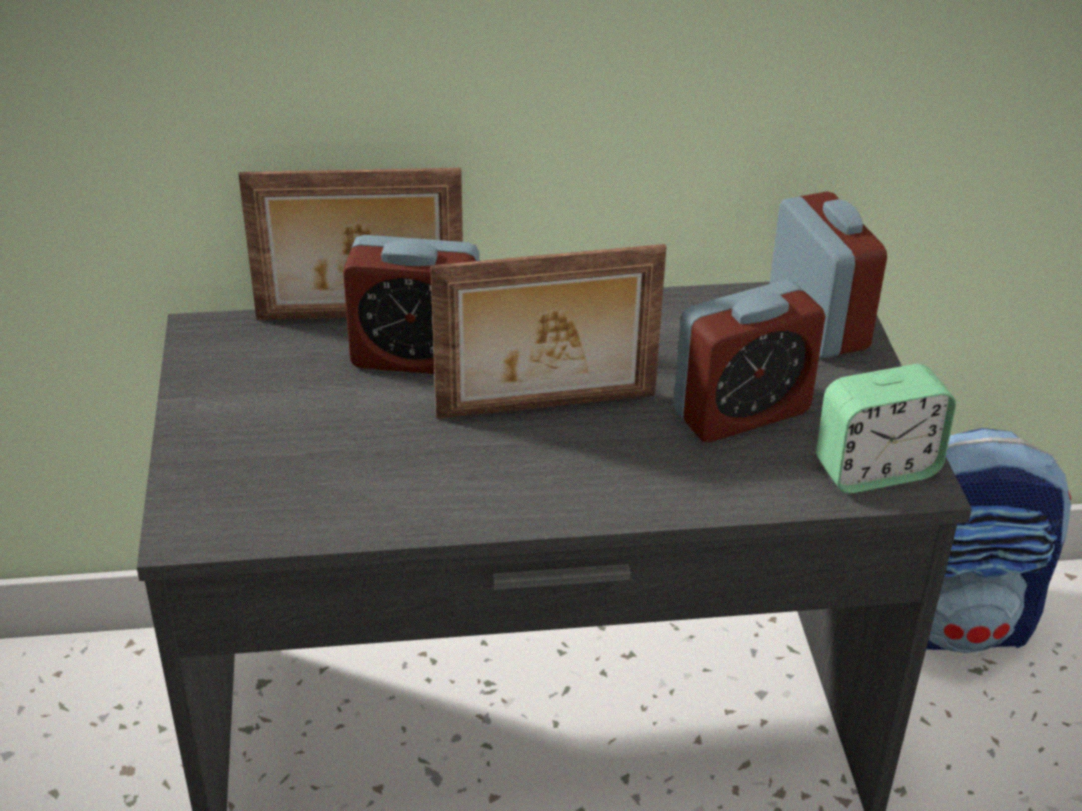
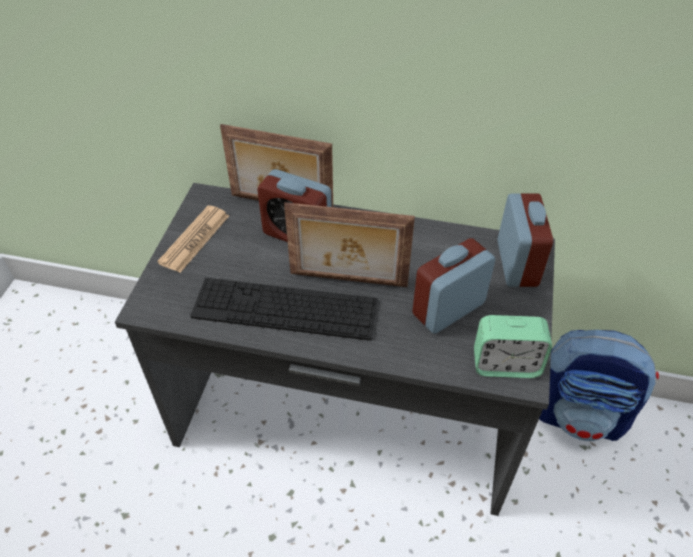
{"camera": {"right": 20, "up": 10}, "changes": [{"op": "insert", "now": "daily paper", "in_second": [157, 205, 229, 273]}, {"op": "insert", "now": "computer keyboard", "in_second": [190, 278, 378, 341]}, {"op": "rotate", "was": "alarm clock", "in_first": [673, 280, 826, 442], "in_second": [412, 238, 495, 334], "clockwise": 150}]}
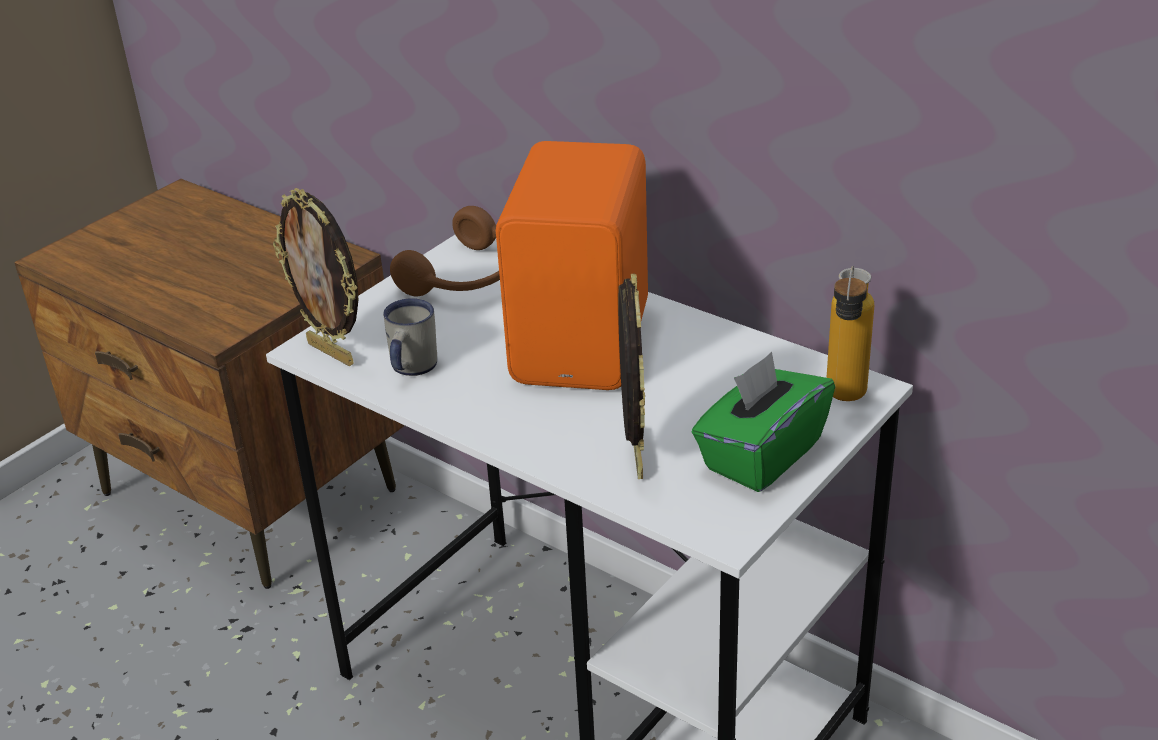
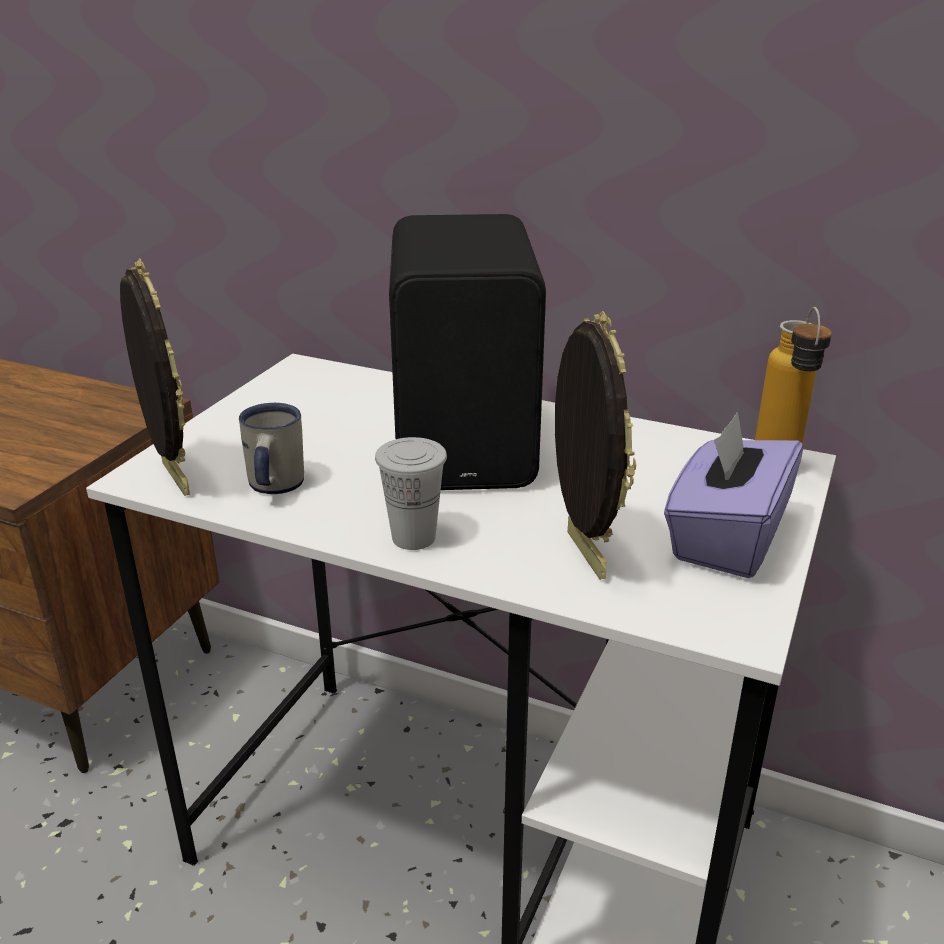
{"camera": {"right": -15, "up": -5}, "changes": [{"op": "rotate", "was": "photo frame", "in_first": [273, 188, 359, 366], "in_second": [120, 258, 190, 496], "clockwise": -150}, {"op": "insert", "now": "white-coloured cup", "in_second": [375, 437, 447, 550]}, {"op": "recolor", "was": "orange audio speaker", "now": "blackish audio speaker", "in_first": [496, 141, 648, 390], "in_second": [389, 214, 546, 490]}, {"op": "recolor", "was": "green box of tissues", "now": "purplish box of tissues", "in_first": [692, 352, 835, 492], "in_second": [664, 411, 803, 578]}, {"op": "delete", "was": "brown headset", "in_first": [390, 206, 500, 296]}]}
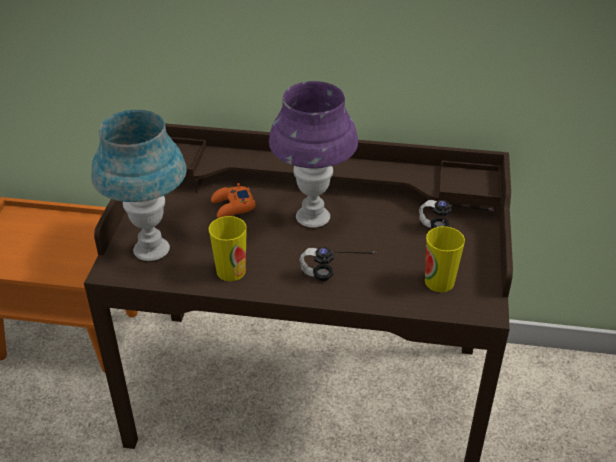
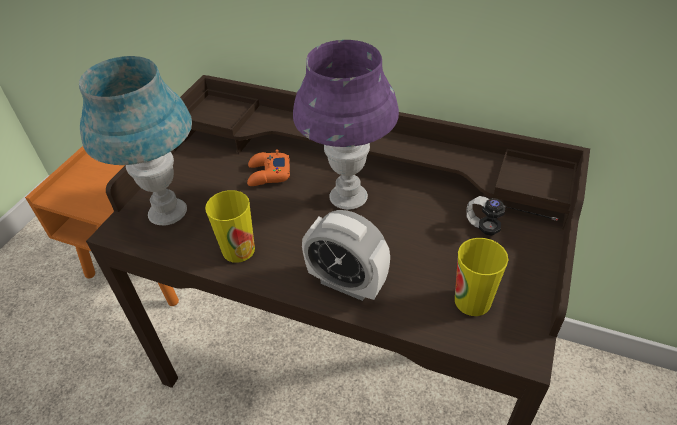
{"camera": {"right": 15, "up": 5}, "changes": [{"op": "replace", "was": "headset", "now": "alarm clock", "in_first": [300, 247, 378, 281], "in_second": [302, 210, 390, 301]}]}
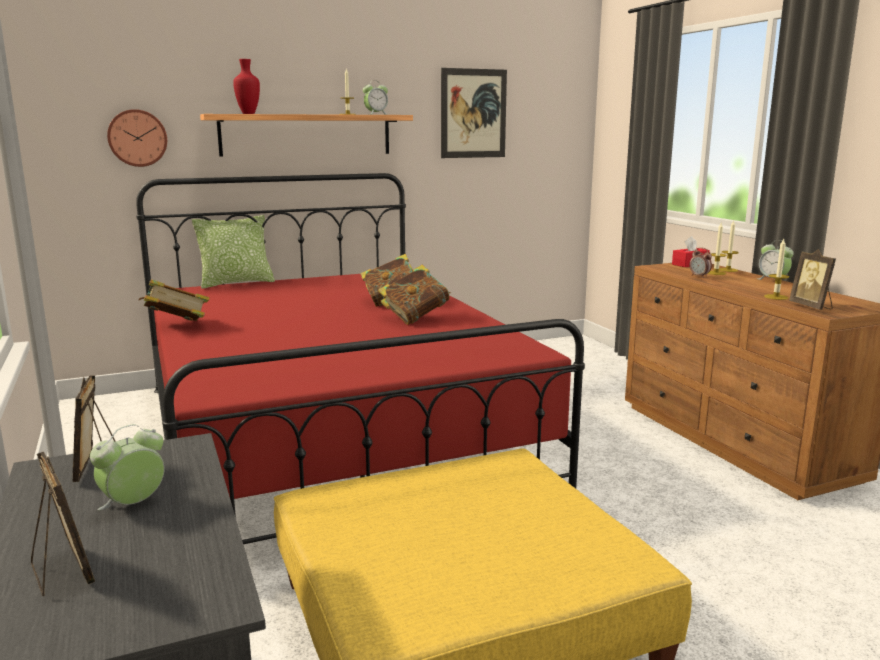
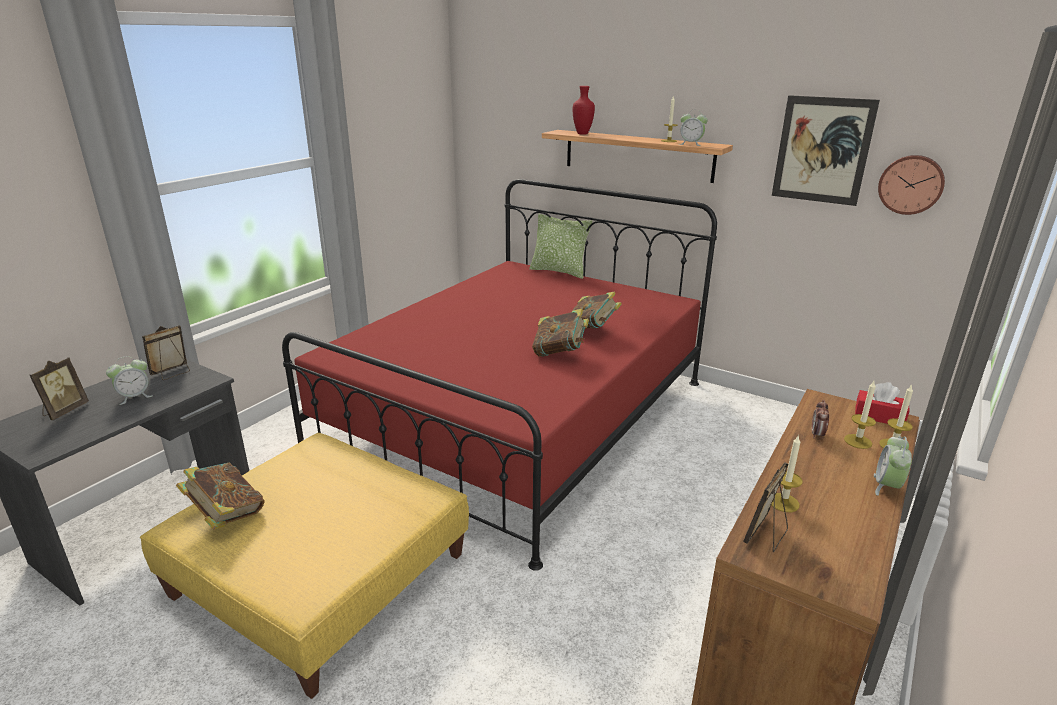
{"camera": {"right": 55, "up": 10}, "changes": [{"op": "rotate", "was": "alarm clock", "in_first": [90, 424, 164, 510], "in_second": [106, 356, 152, 405], "clockwise": 135}, {"op": "move", "was": "volume", "in_first": [139, 279, 210, 321], "in_second": [176, 463, 264, 530]}, {"op": "move", "was": "hanging clock", "in_first": [107, 109, 167, 167], "in_second": [878, 155, 945, 215]}]}
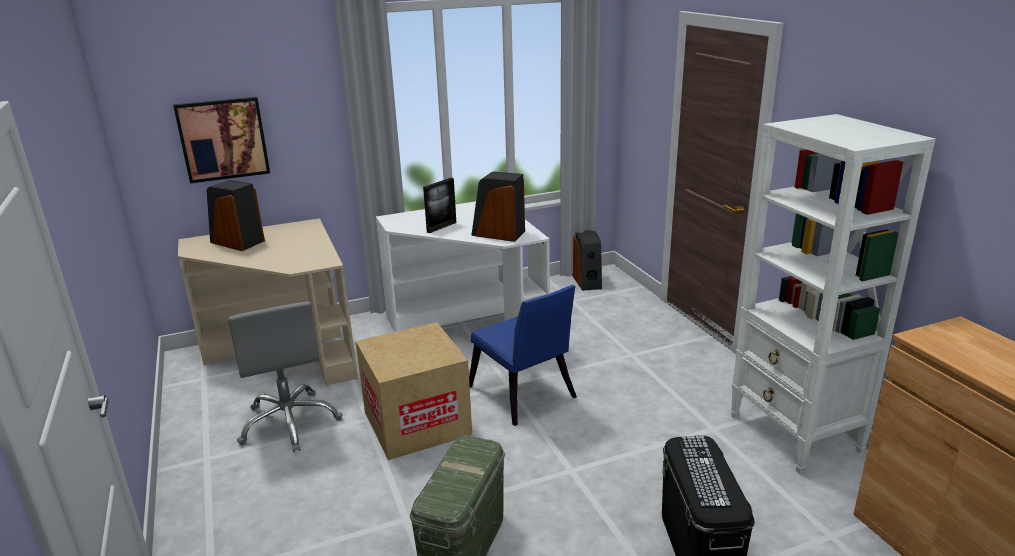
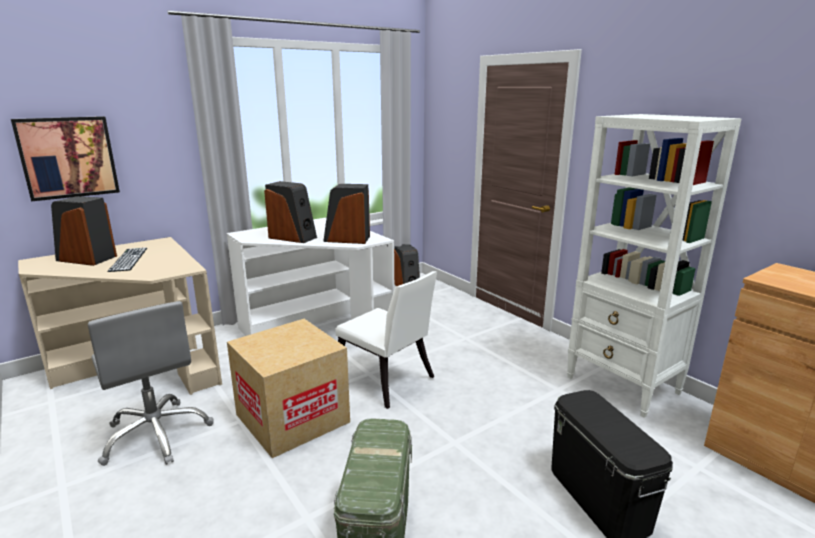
{"camera": {"right": -15, "up": -5}, "changes": [{"op": "move", "was": "computer keyboard", "in_first": [677, 436, 732, 508], "in_second": [107, 247, 147, 272]}, {"op": "replace", "was": "photo frame", "now": "audio speaker", "in_first": [423, 178, 456, 233], "in_second": [264, 181, 317, 243]}, {"op": "recolor", "was": "bluish upright chair", "now": "white-coloured upright chair", "in_first": [469, 285, 577, 426], "in_second": [336, 271, 437, 409]}]}
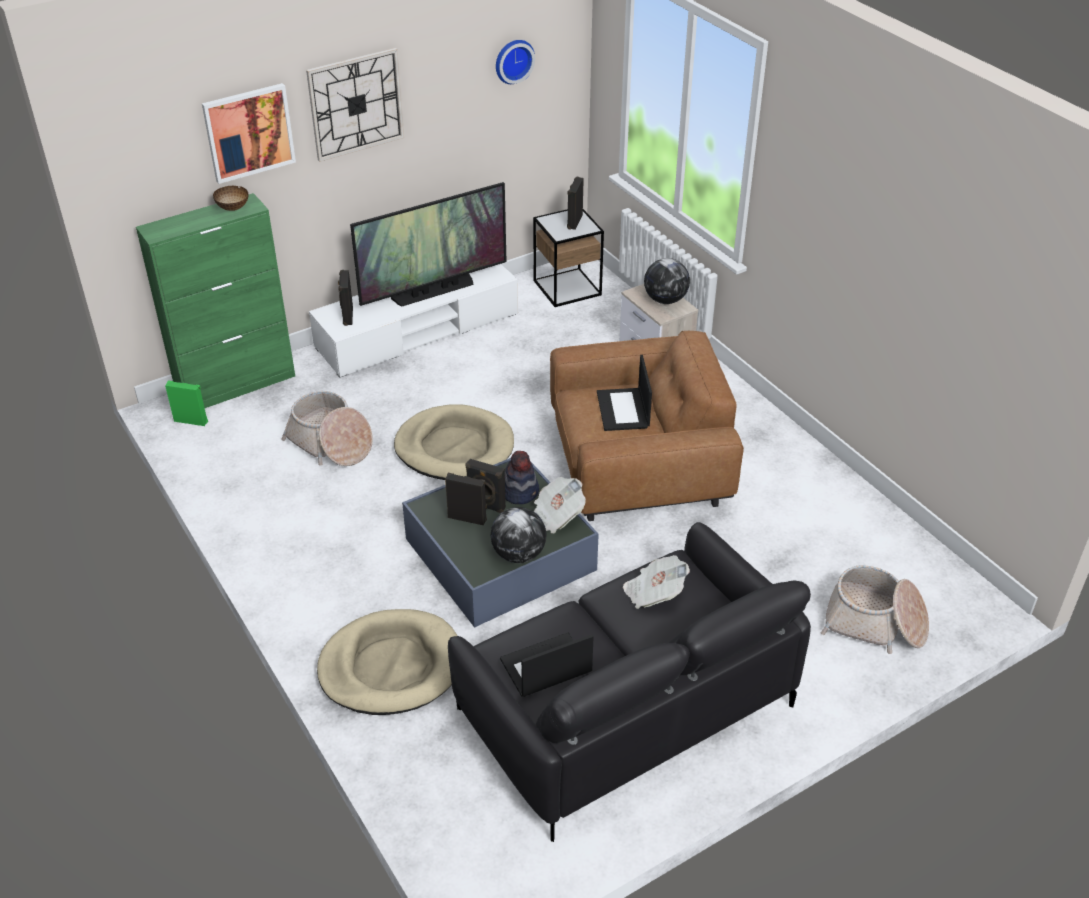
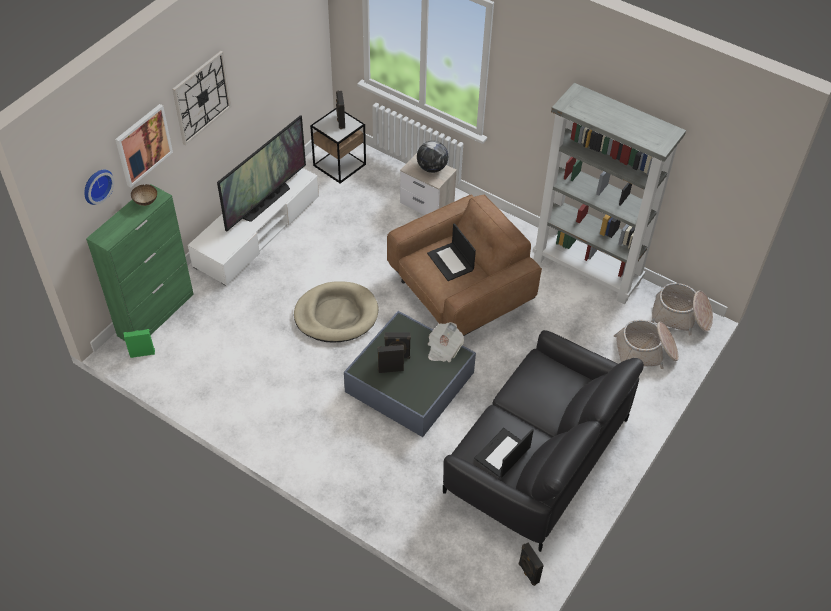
{"camera": {"right": -25, "up": 10}, "changes": [{"op": "move", "was": "hanging clock", "in_first": [496, 40, 535, 84], "in_second": [84, 170, 114, 205]}, {"op": "move", "was": "blackish audio speaker", "in_first": [338, 270, 353, 326], "in_second": [519, 543, 544, 586]}, {"op": "insert", "now": "gray bookshelf", "in_second": [532, 83, 686, 304]}, {"op": "move", "was": "household basket", "in_first": [281, 391, 373, 466], "in_second": [651, 283, 713, 335]}, {"op": "delete", "was": "sand-coloured pet bed", "in_first": [317, 609, 458, 715]}, {"op": "delete", "was": "globe", "in_first": [491, 507, 547, 563]}, {"op": "delete", "was": "hat", "in_first": [505, 451, 539, 504]}, {"op": "delete", "was": "daily paper", "in_first": [623, 555, 690, 609]}]}
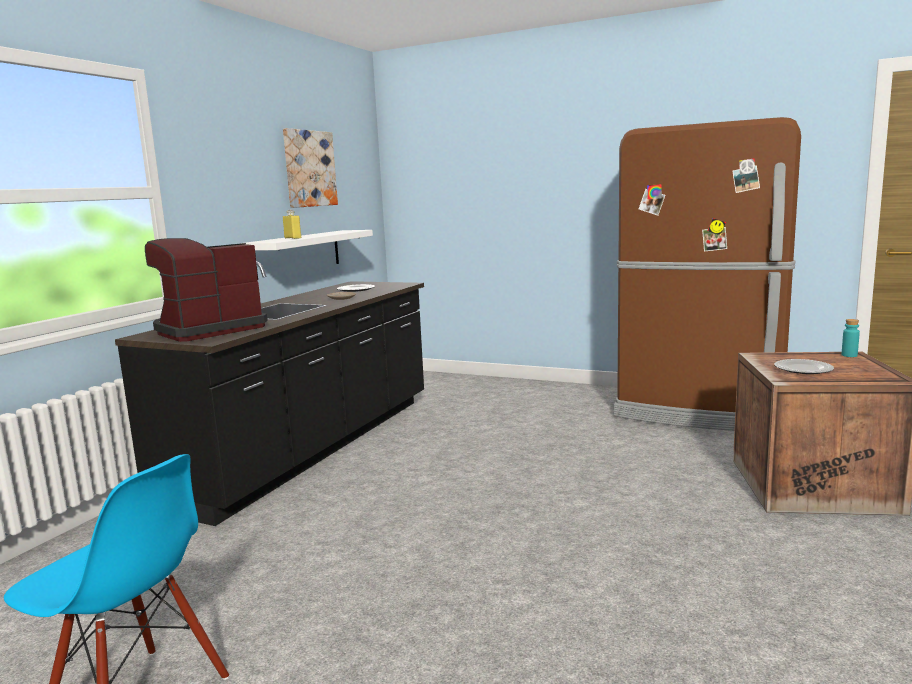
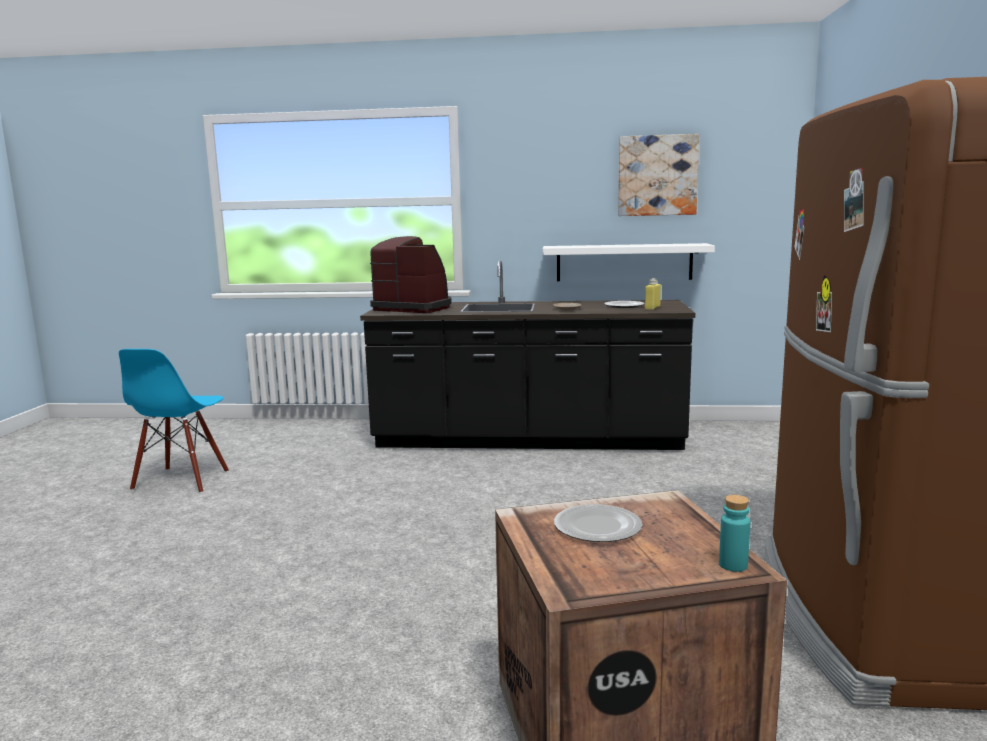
{"camera": {"right": 70, "up": 0}, "changes": [{"op": "move", "was": "yellow-coloured bottle", "in_first": [283, 210, 301, 239], "in_second": [645, 278, 661, 310]}]}
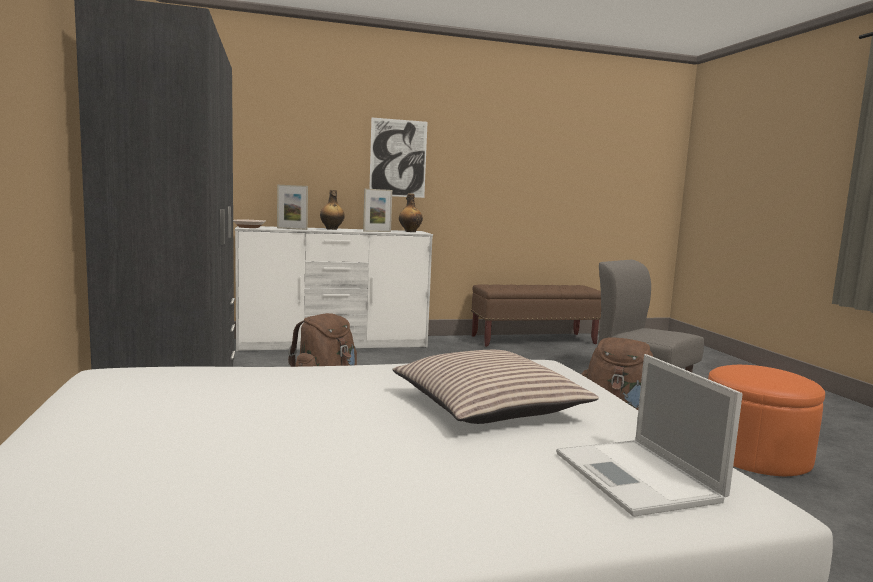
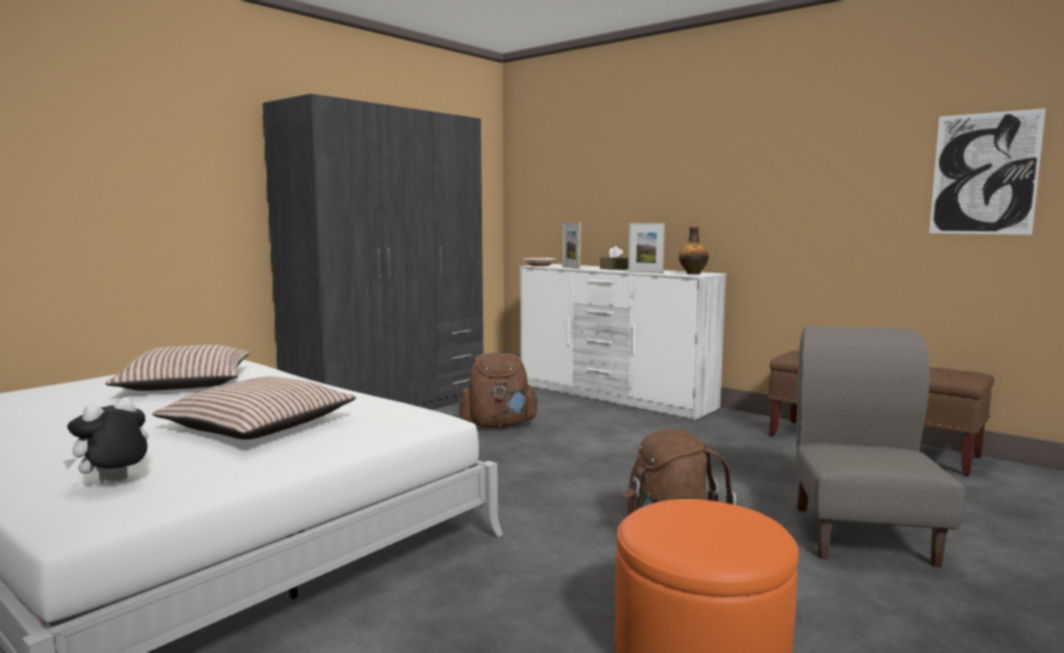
{"camera": {"right": 55, "up": 0}, "changes": [{"op": "replace", "was": "laptop", "now": "soft toy", "in_first": [556, 354, 743, 517], "in_second": [63, 397, 148, 484]}, {"op": "insert", "now": "pillow", "in_second": [105, 345, 250, 391]}, {"op": "replace", "was": "bottle", "now": "brown box of tissues", "in_first": [320, 190, 345, 230], "in_second": [600, 246, 628, 270]}, {"op": "move", "was": "picture", "in_first": [369, 117, 428, 198], "in_second": [929, 108, 1046, 235]}]}
